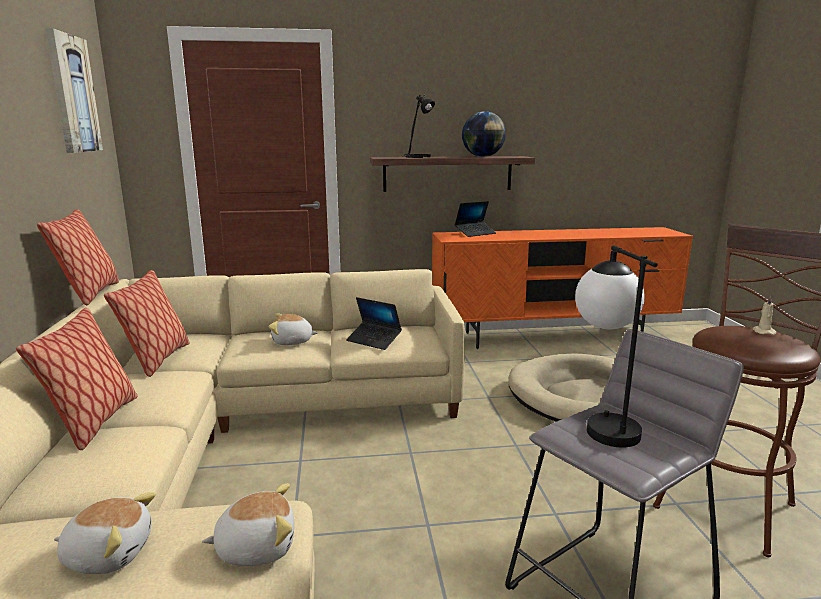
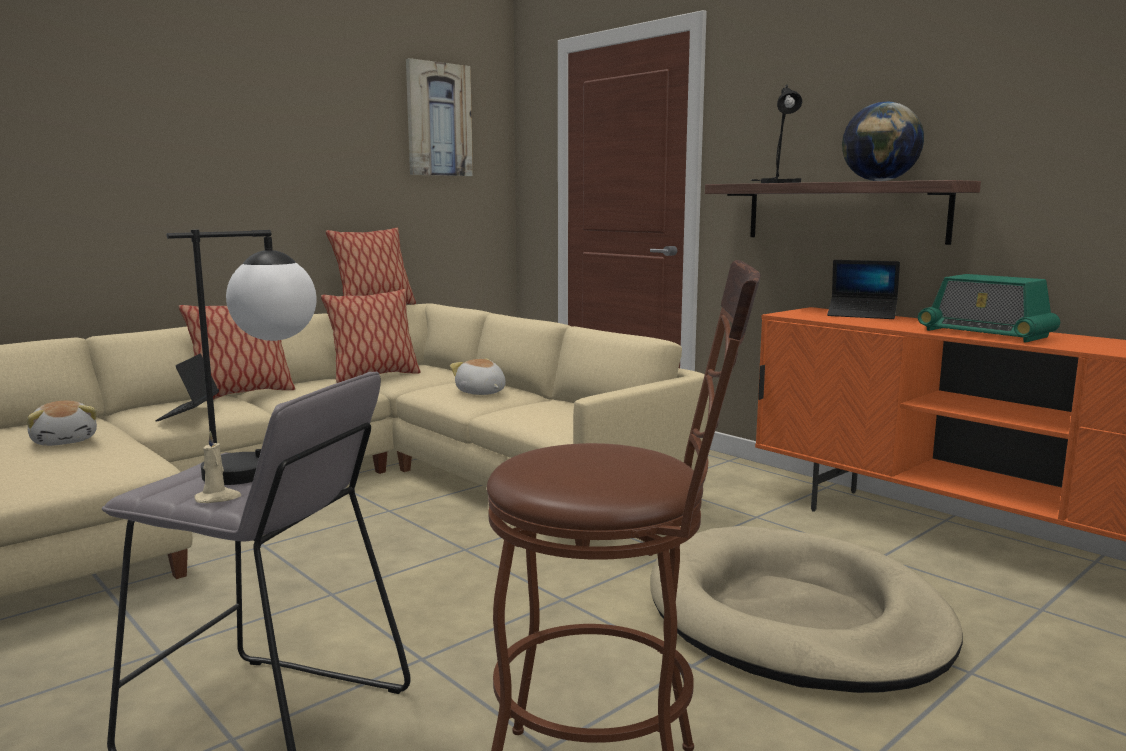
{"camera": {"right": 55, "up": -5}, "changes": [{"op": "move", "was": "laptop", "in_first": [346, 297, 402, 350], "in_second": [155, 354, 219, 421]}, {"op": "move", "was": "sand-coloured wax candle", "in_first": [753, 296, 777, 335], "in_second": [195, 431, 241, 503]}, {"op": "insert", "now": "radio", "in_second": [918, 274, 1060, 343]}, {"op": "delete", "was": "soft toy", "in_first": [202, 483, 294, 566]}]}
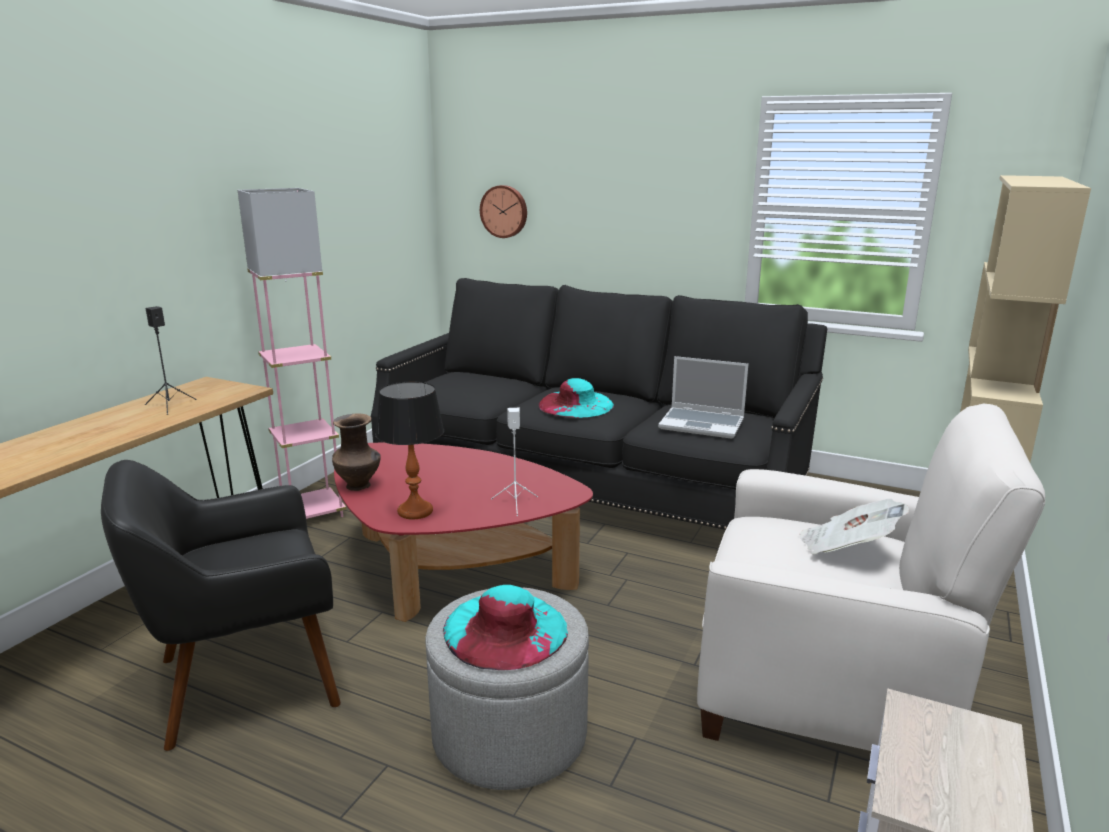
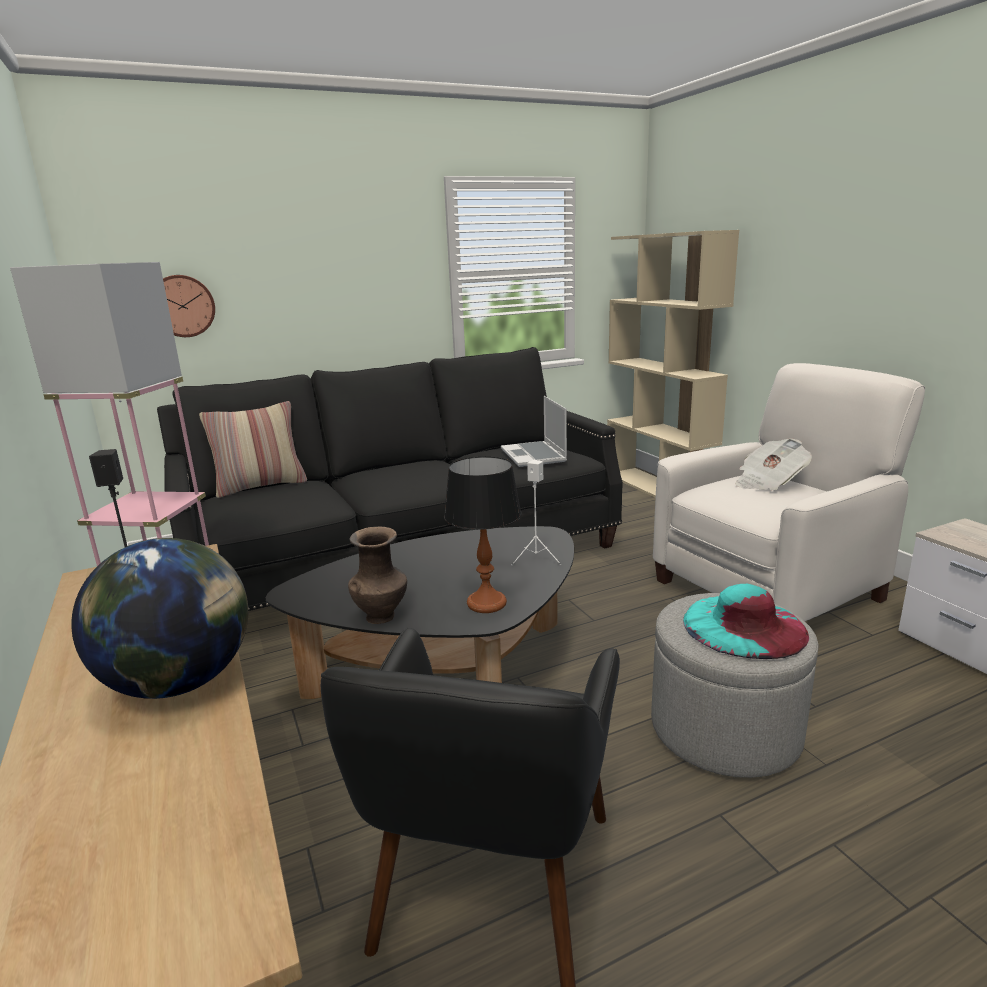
{"camera": {"right": -50, "up": 0}, "changes": [{"op": "insert", "now": "globe", "in_second": [72, 538, 248, 699]}, {"op": "insert", "now": "pillow", "in_second": [199, 401, 307, 498]}, {"op": "recolor", "was": "red coffee table", "now": "blackish coffee table", "in_first": [334, 443, 593, 622], "in_second": [266, 526, 574, 699]}, {"op": "rotate", "was": "laptop", "in_first": [658, 356, 748, 439], "in_second": [501, 396, 567, 467], "clockwise": 105}, {"op": "delete", "was": "turquoise hat", "in_first": [539, 378, 614, 418]}]}
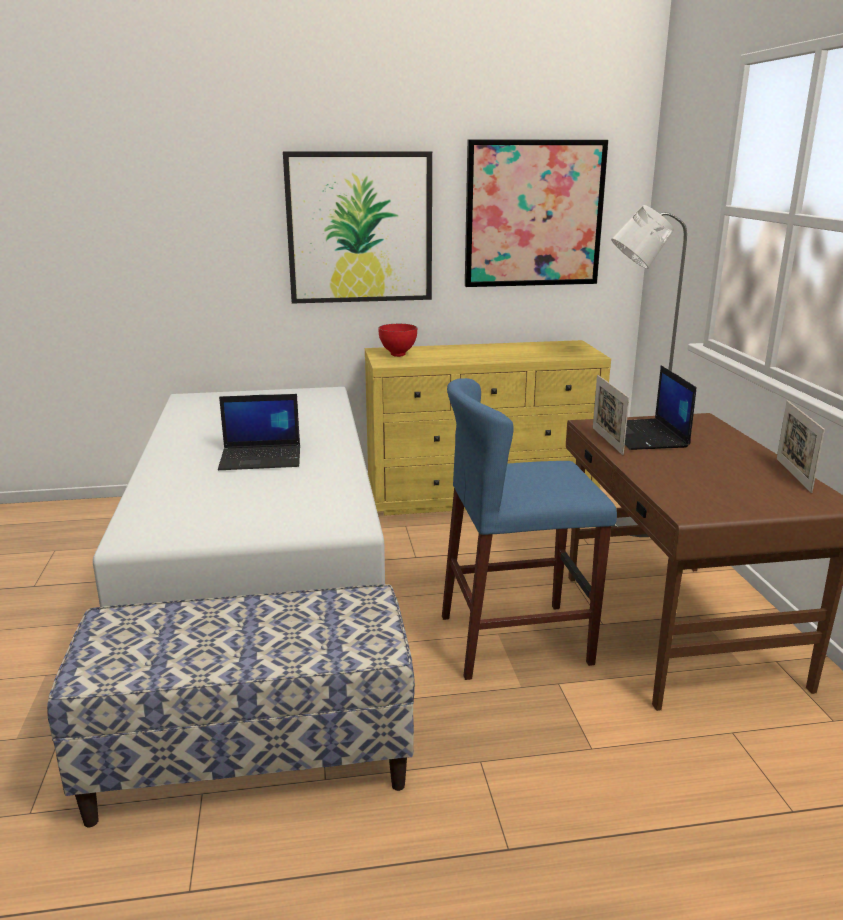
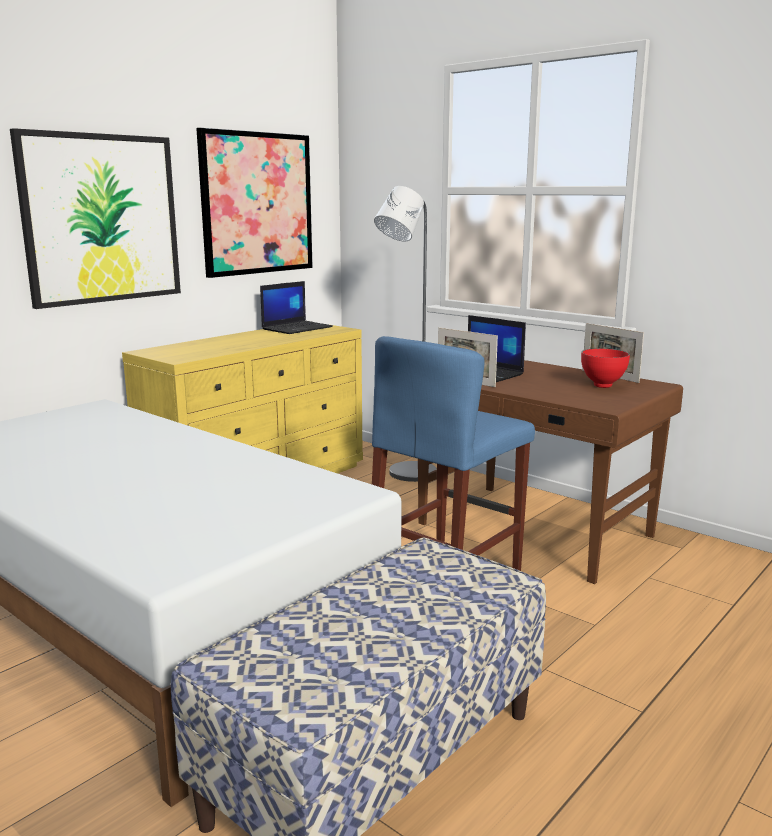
{"camera": {"right": -40, "up": -5}, "changes": [{"op": "move", "was": "laptop", "in_first": [218, 394, 300, 470], "in_second": [260, 281, 333, 334]}, {"op": "move", "was": "red serving bowl", "in_first": [378, 324, 417, 357], "in_second": [581, 349, 630, 388]}]}
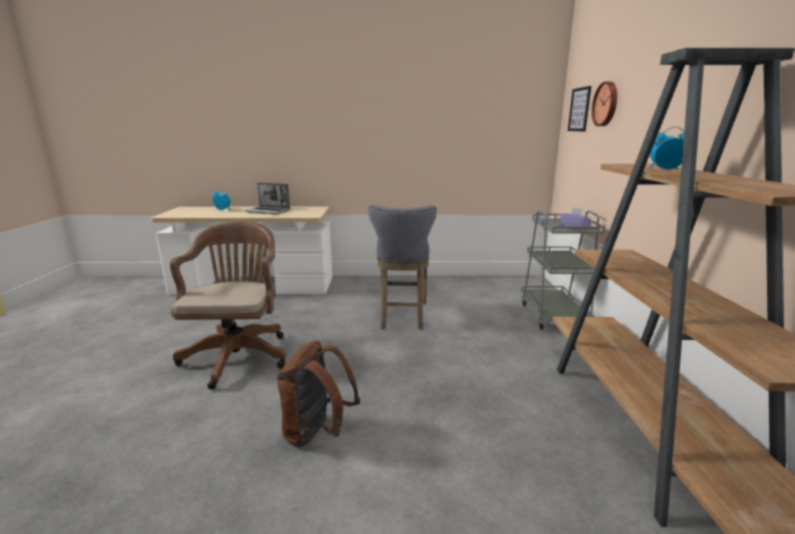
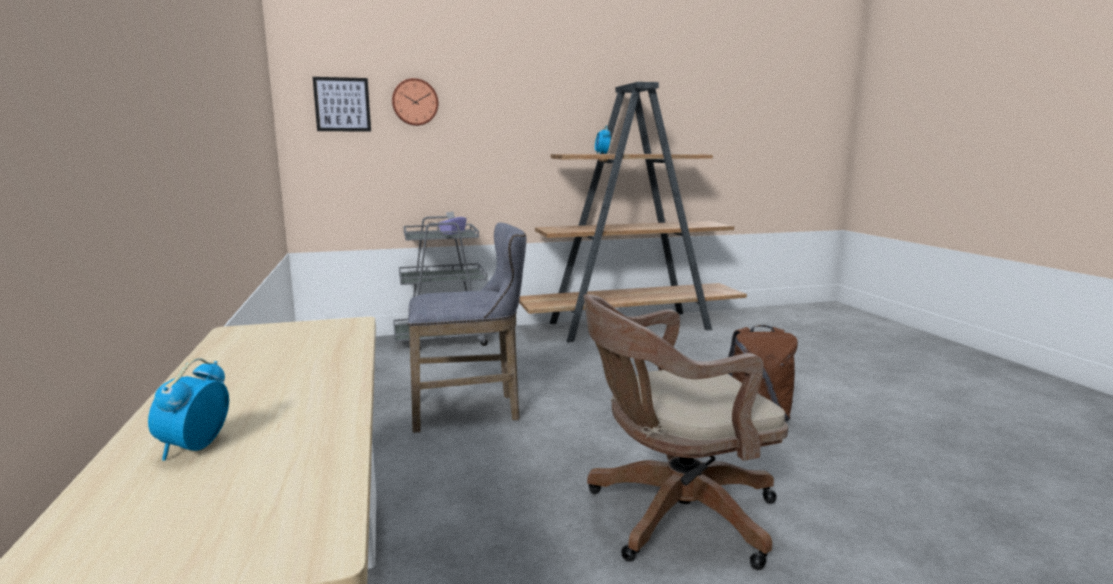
{"camera": {"right": -105, "up": -5}, "changes": [{"op": "delete", "was": "laptop", "in_first": [244, 182, 290, 214]}]}
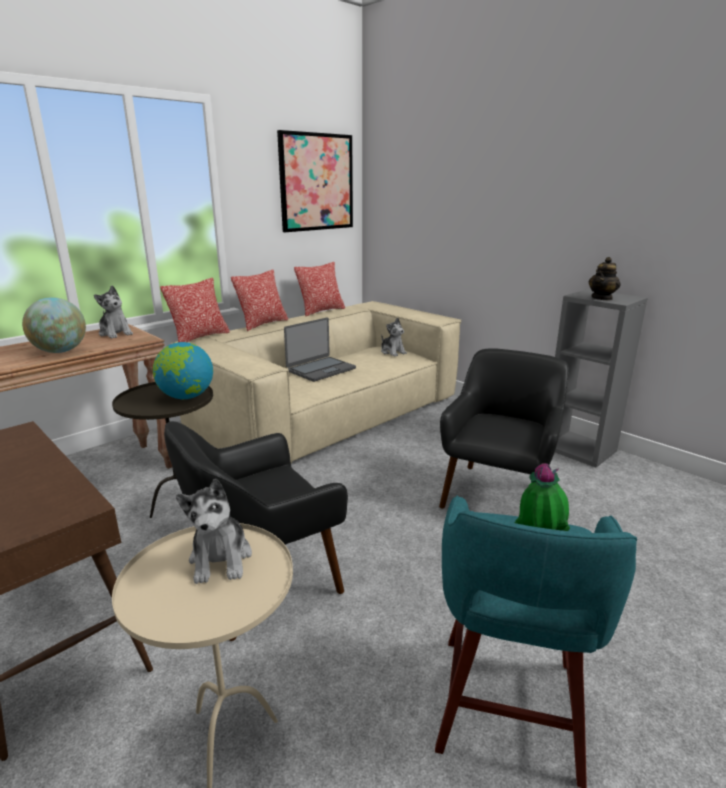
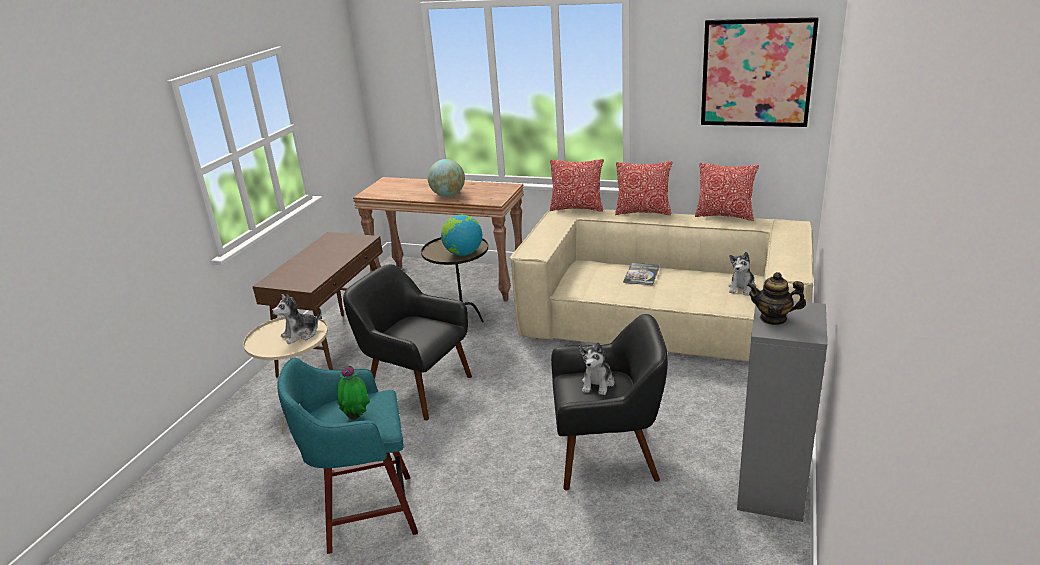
{"camera": {"right": 65, "up": 5}, "changes": [{"op": "move", "was": "soft toy", "in_first": [94, 286, 133, 338], "in_second": [579, 342, 615, 395]}, {"op": "replace", "was": "laptop", "now": "volume", "in_first": [284, 318, 356, 382], "in_second": [623, 263, 660, 285]}]}
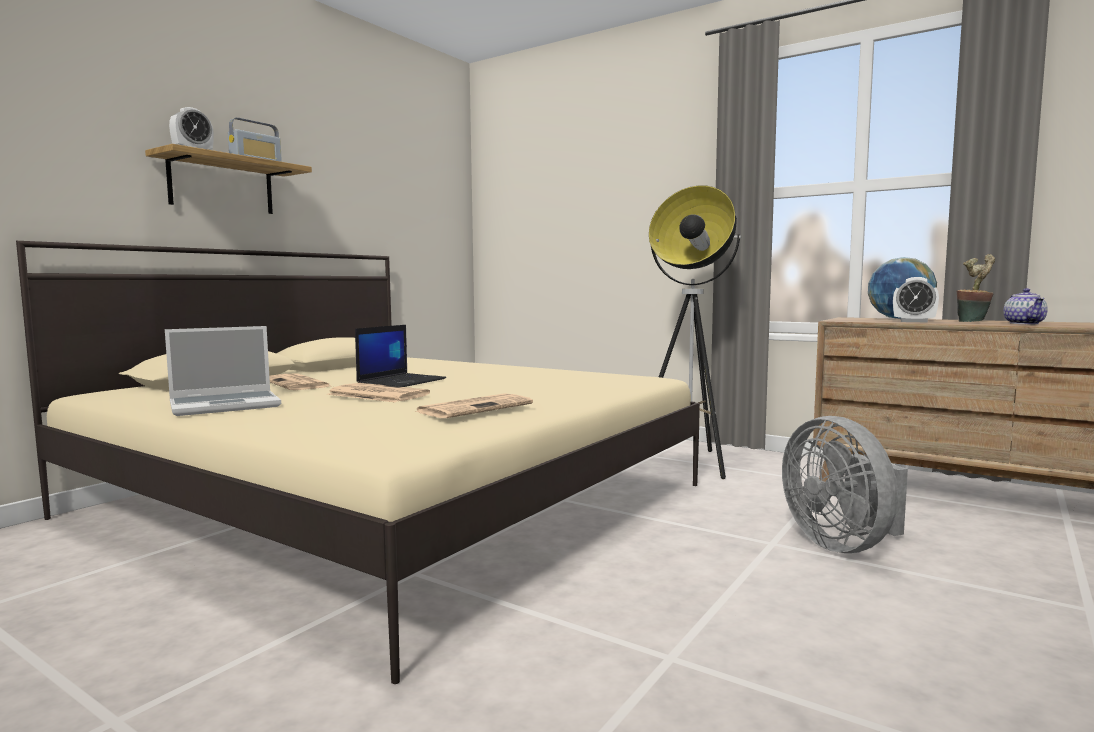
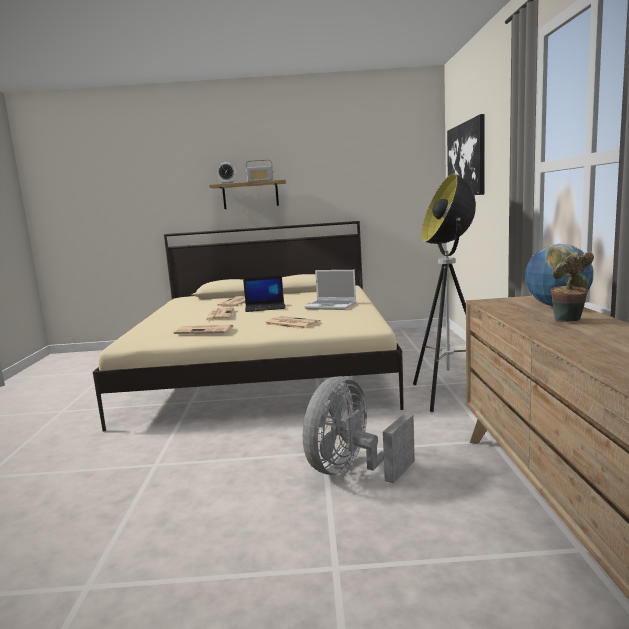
{"camera": {"right": 55, "up": 5}, "changes": [{"op": "insert", "now": "daily paper", "in_second": [265, 316, 321, 329]}, {"op": "move", "was": "laptop", "in_first": [165, 326, 281, 416], "in_second": [305, 270, 356, 310]}, {"op": "insert", "now": "picture", "in_second": [447, 114, 485, 195]}, {"op": "delete", "was": "alarm clock", "in_first": [893, 277, 939, 323]}, {"op": "delete", "was": "tea pot", "in_first": [1004, 288, 1048, 324]}]}
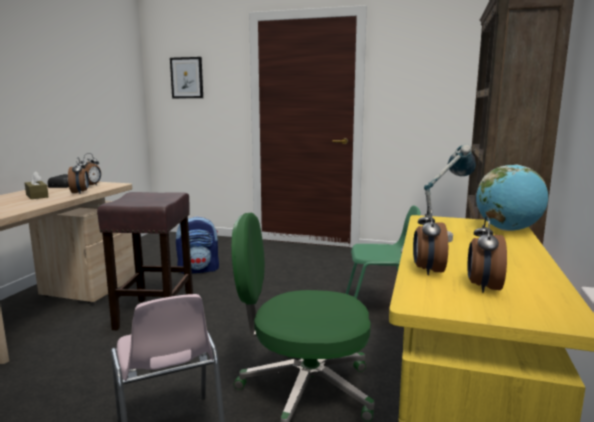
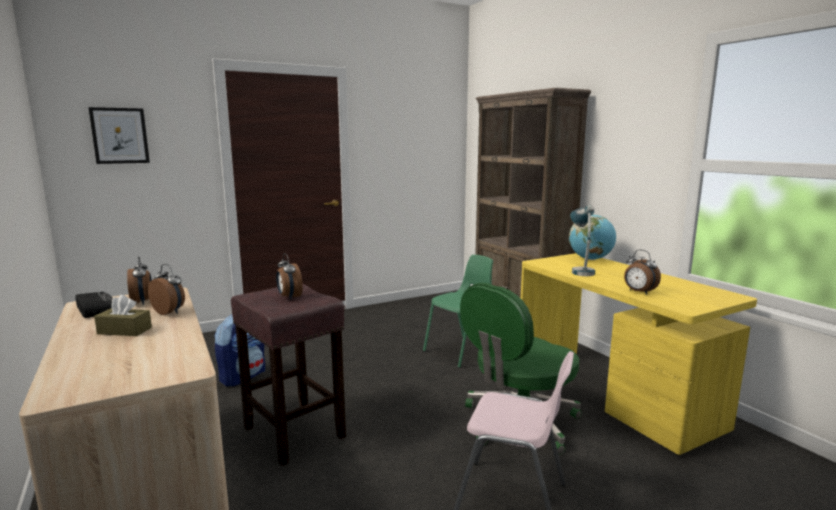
{"camera": {"right": -45, "up": 0}, "changes": [{"op": "move", "was": "alarm clock", "in_first": [468, 216, 507, 293], "in_second": [276, 253, 303, 300]}]}
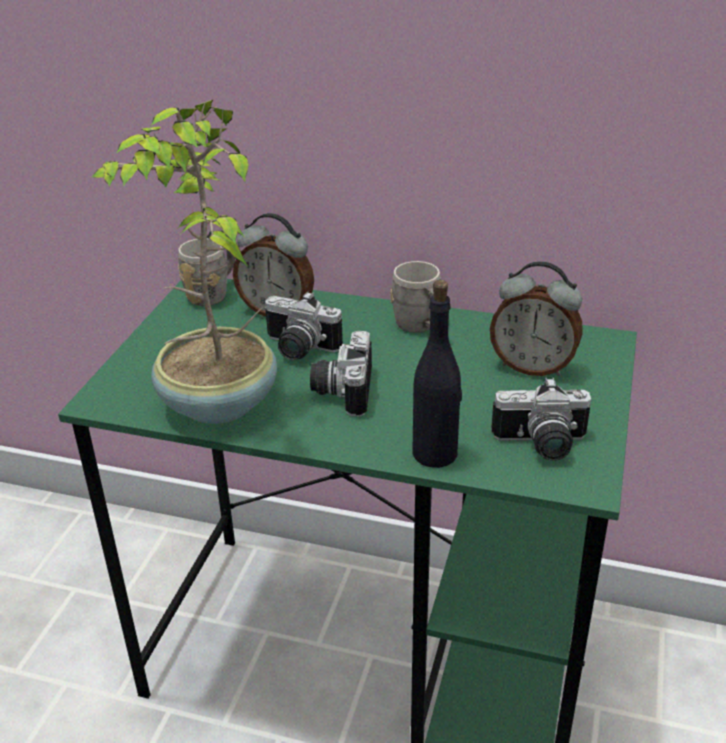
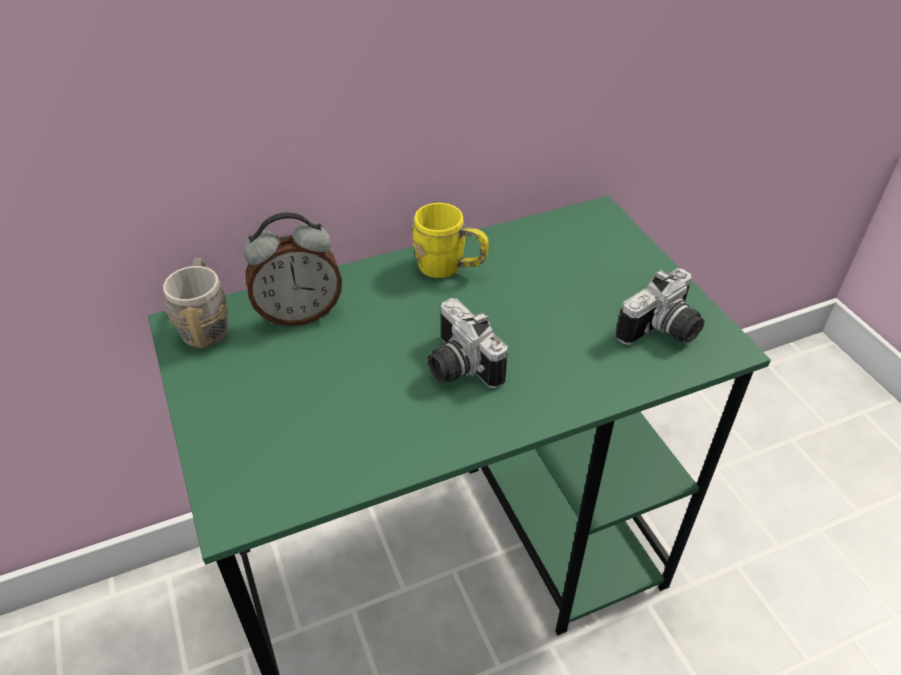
{"camera": {"right": -40, "up": 10}, "changes": [{"op": "recolor", "was": "gray tea mug", "now": "yellow-coloured tea mug", "in_first": [390, 261, 441, 333], "in_second": [412, 203, 489, 278]}, {"op": "delete", "was": "plant in a pot", "in_first": [91, 100, 277, 424]}, {"op": "delete", "was": "still camera", "in_first": [264, 291, 343, 360]}, {"op": "delete", "was": "blackish bottle", "in_first": [412, 280, 462, 468]}, {"op": "delete", "was": "alarm clock", "in_first": [490, 261, 583, 376]}]}
